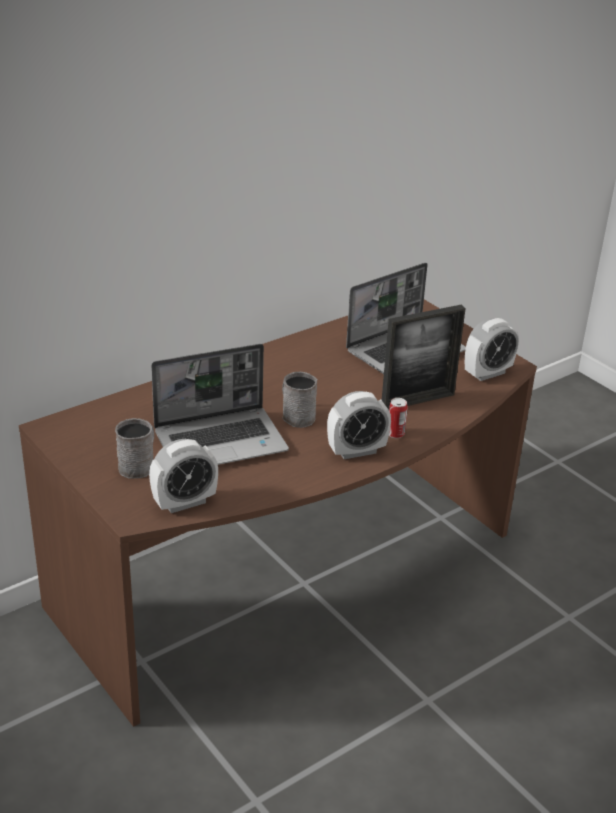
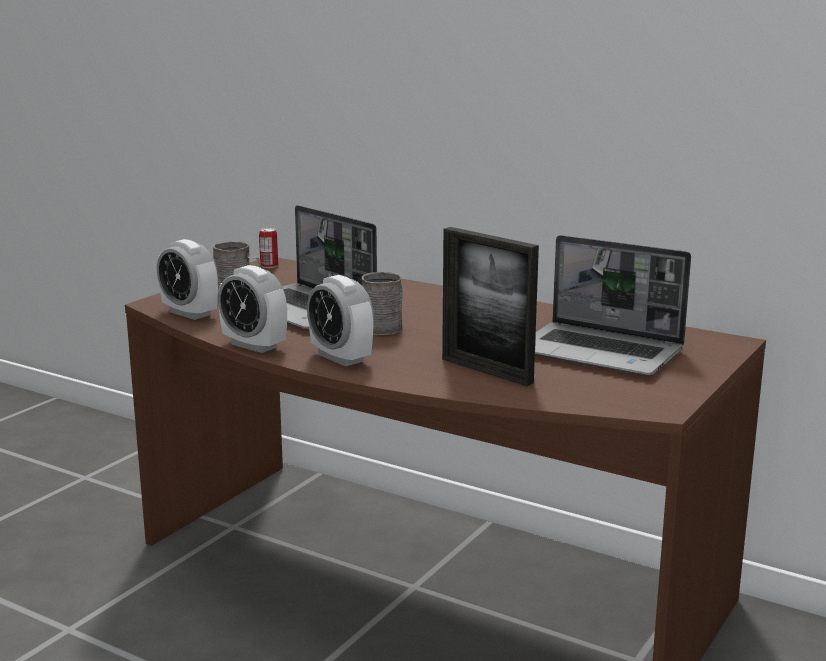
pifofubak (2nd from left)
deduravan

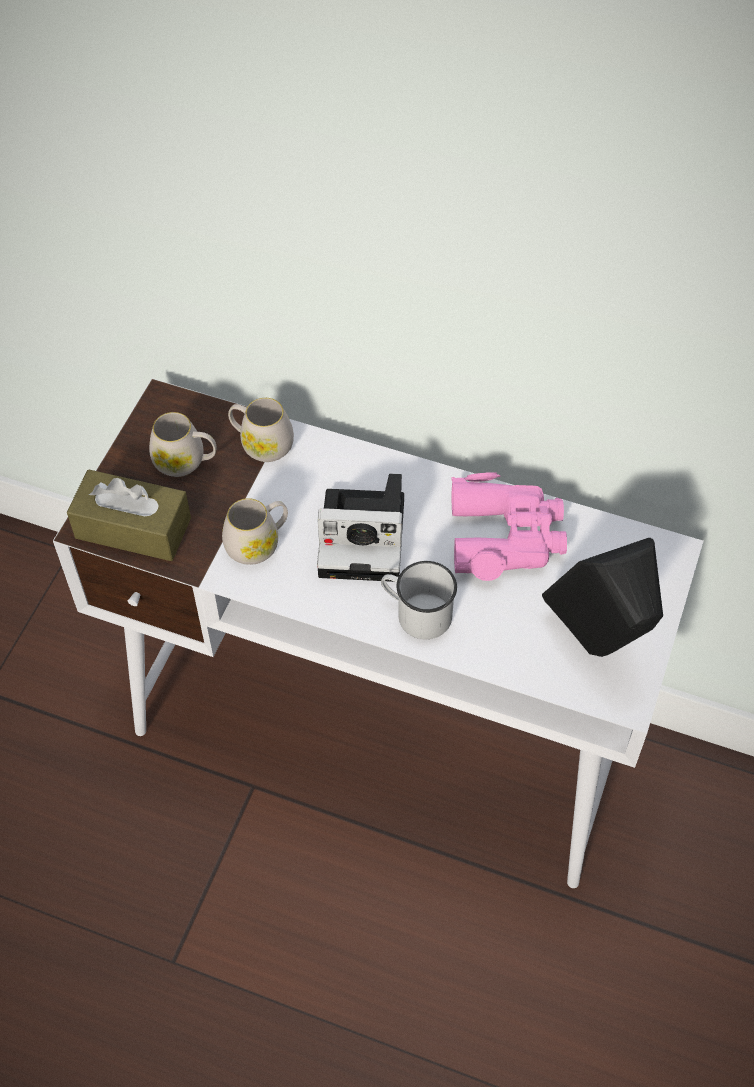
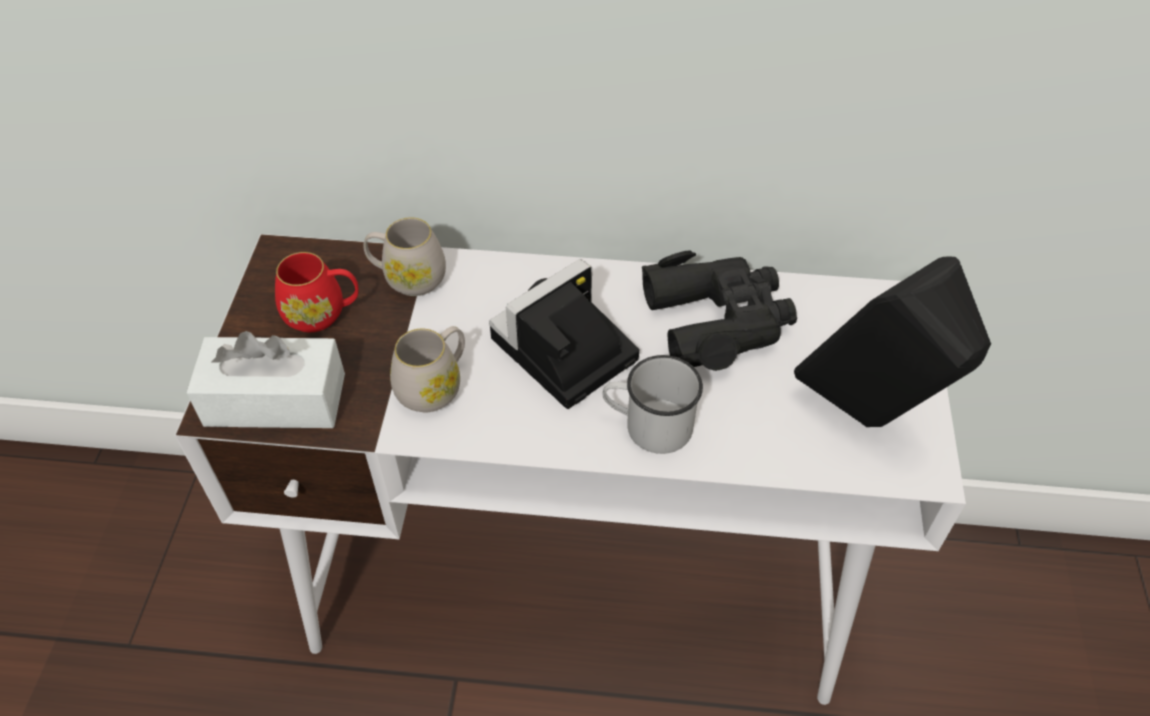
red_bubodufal
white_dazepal
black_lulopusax
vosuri

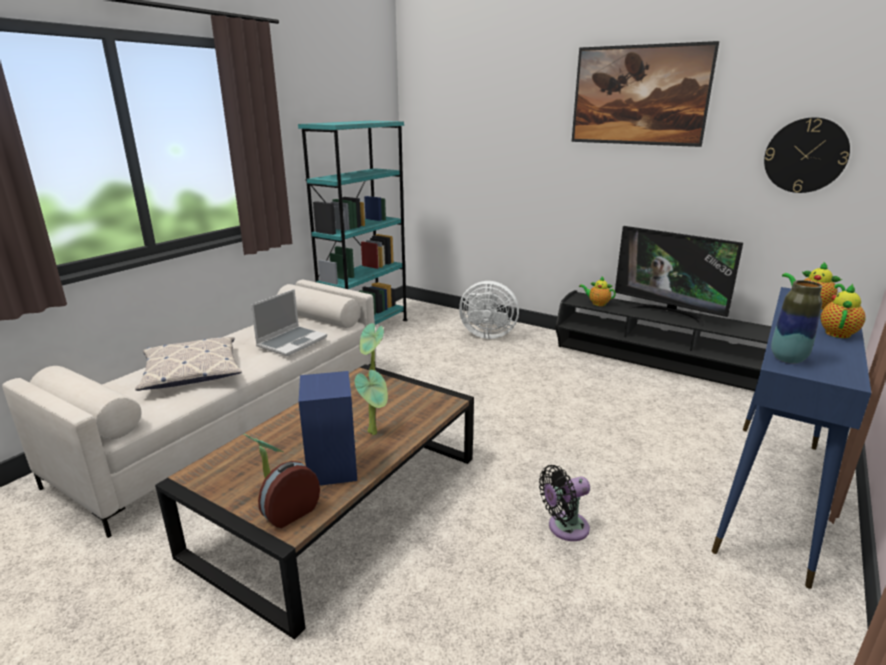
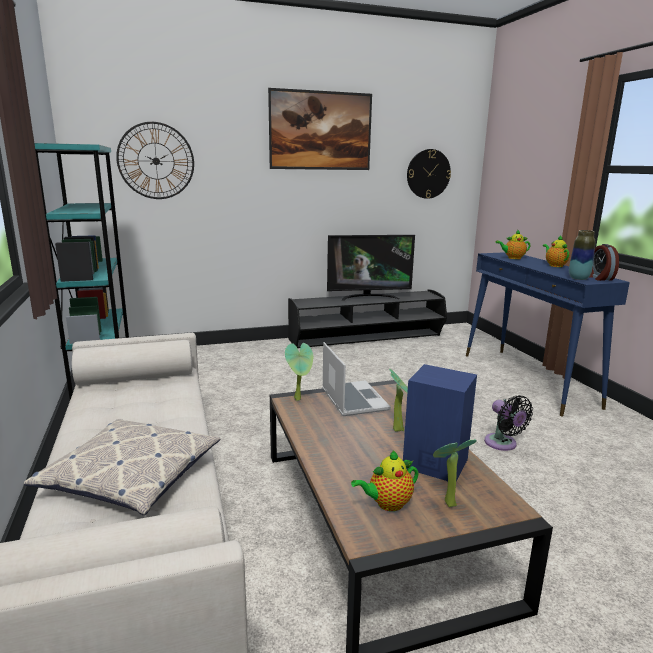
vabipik (1st from left)
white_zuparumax
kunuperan
pifofubak
black_zuparumax
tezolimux (1st from left)

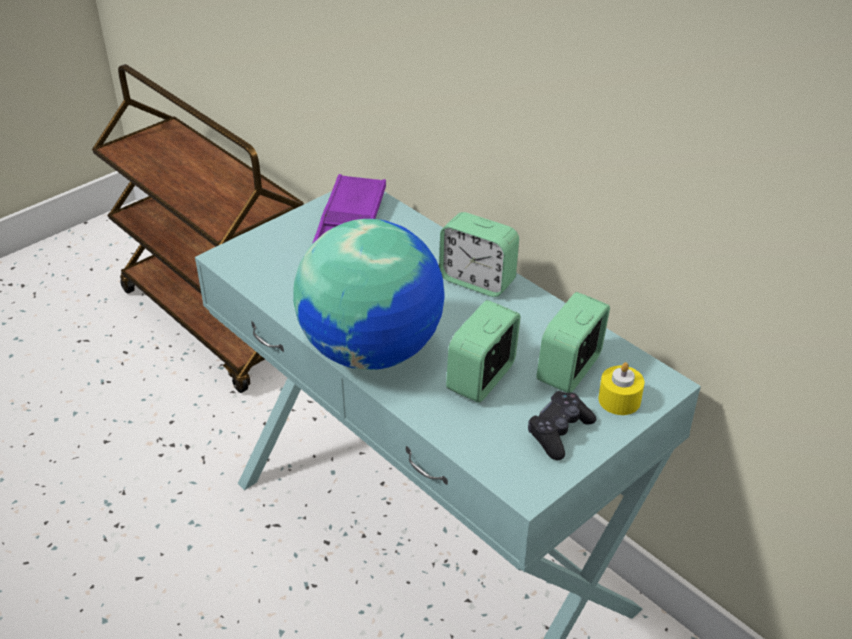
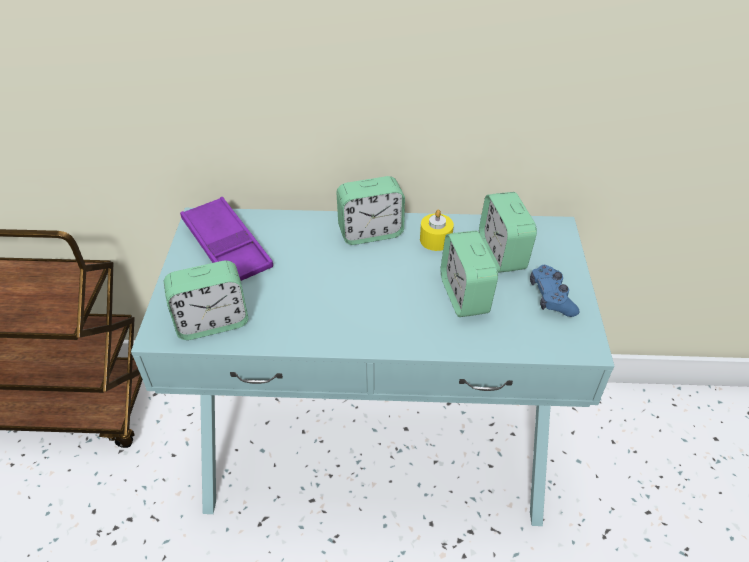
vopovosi
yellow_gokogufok
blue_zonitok
pifofubak (1st from left)

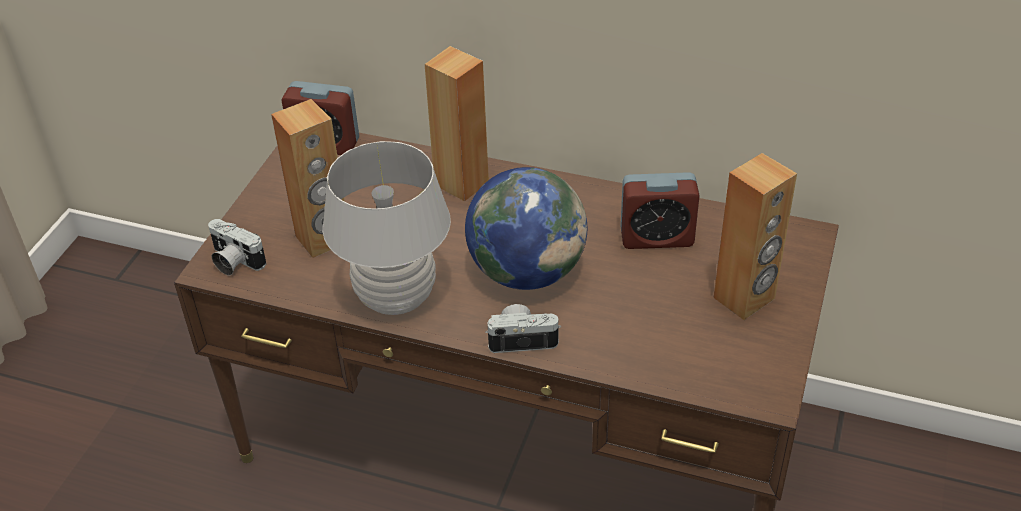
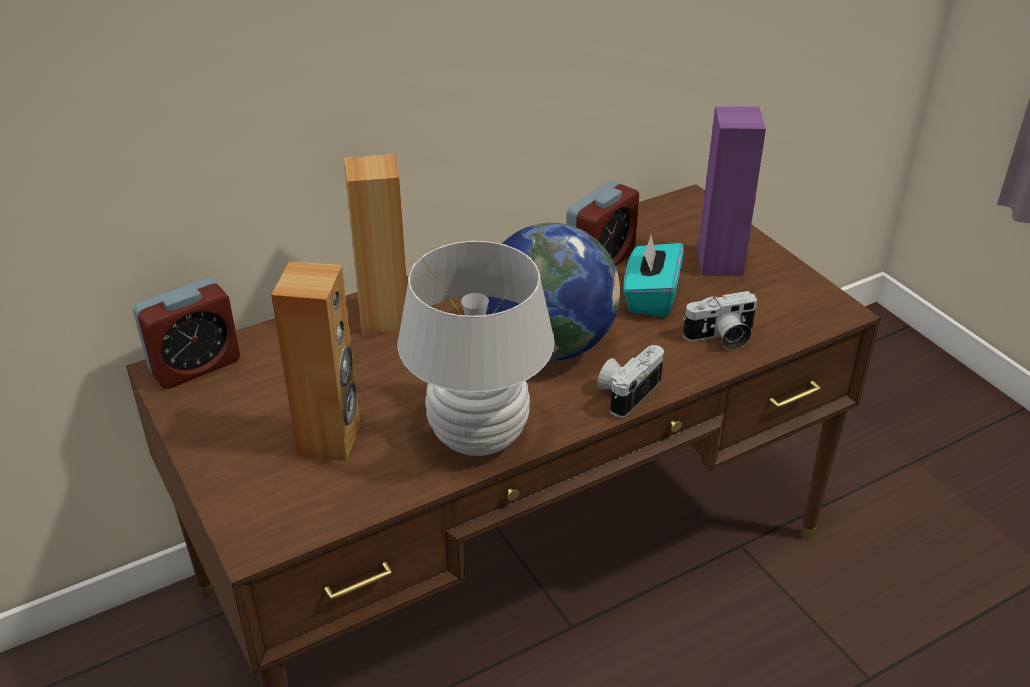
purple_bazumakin
vosuri (2nd from left)
turquoise_dazepal

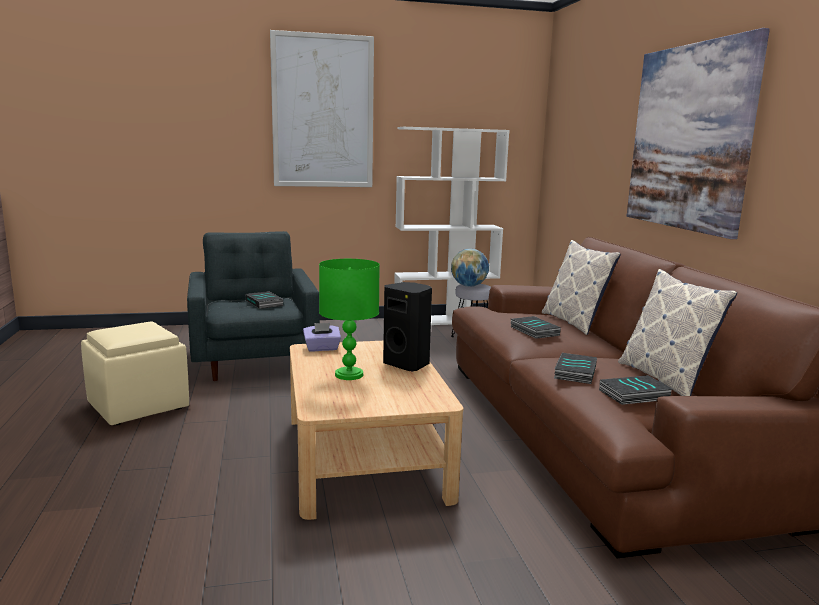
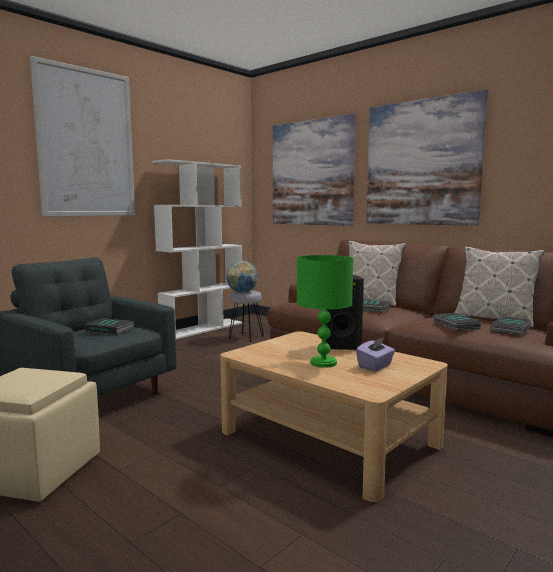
purple_dazepal
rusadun (2nd from left)

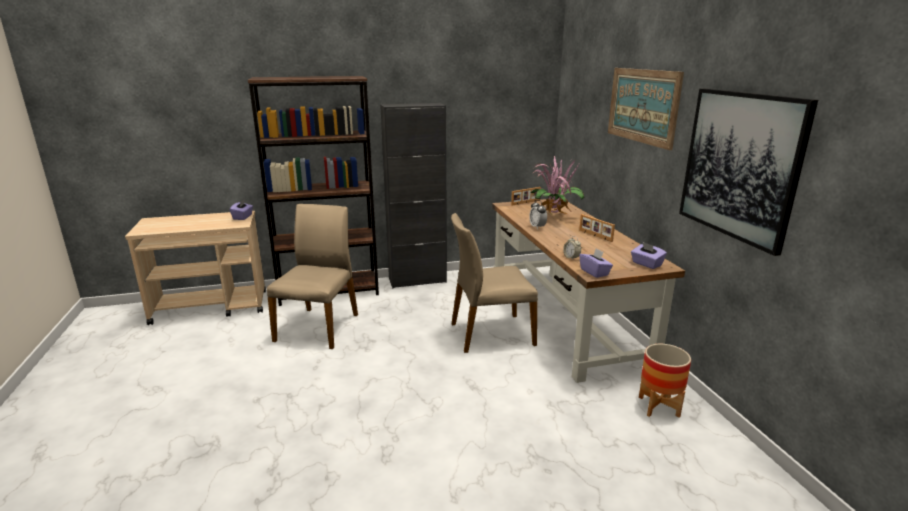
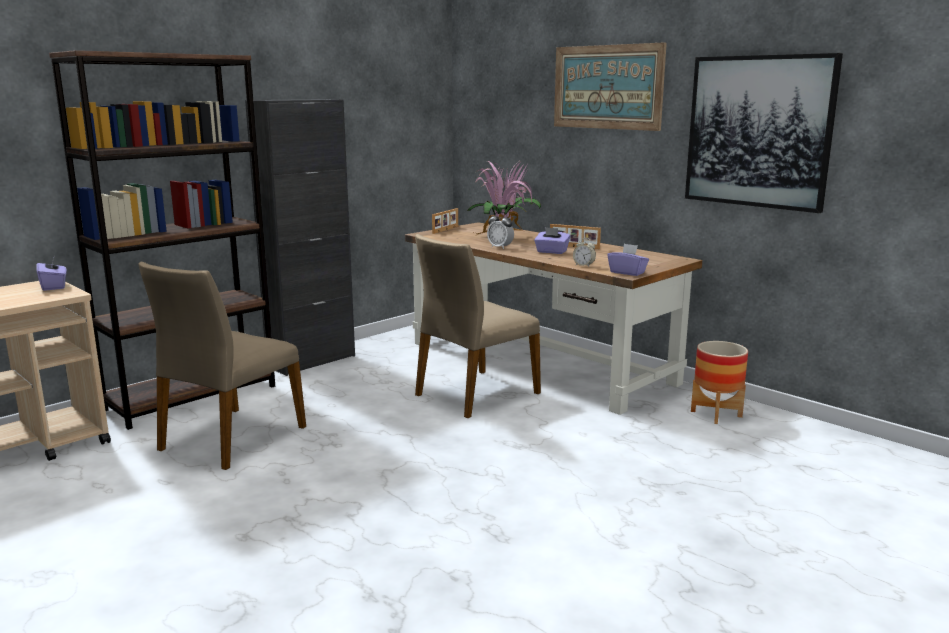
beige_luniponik (1st from left)
purple_dazepal (2nd from left)

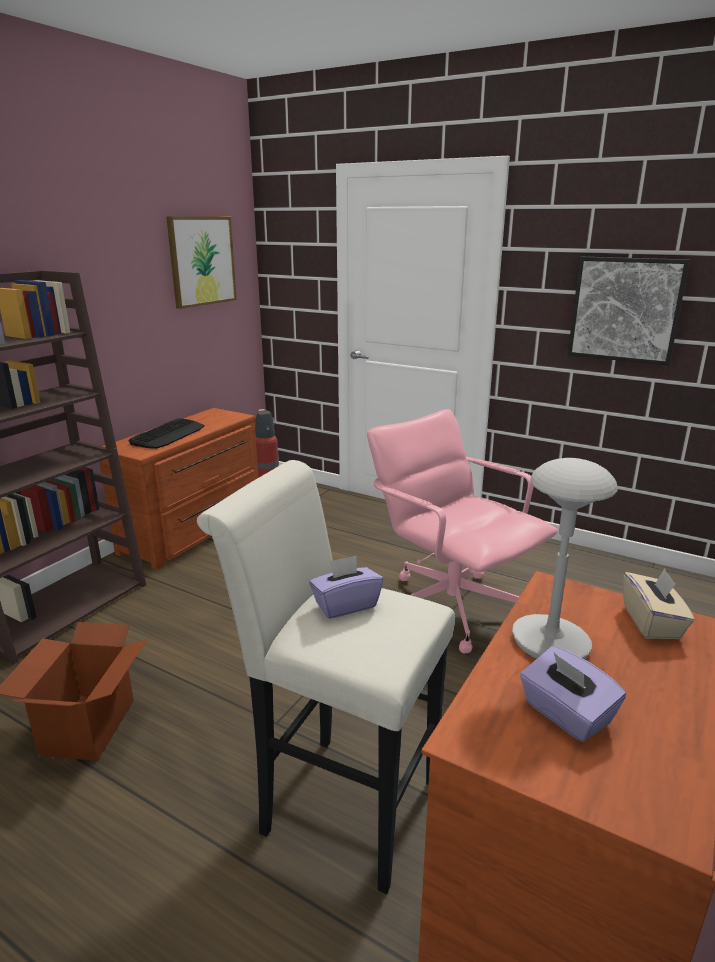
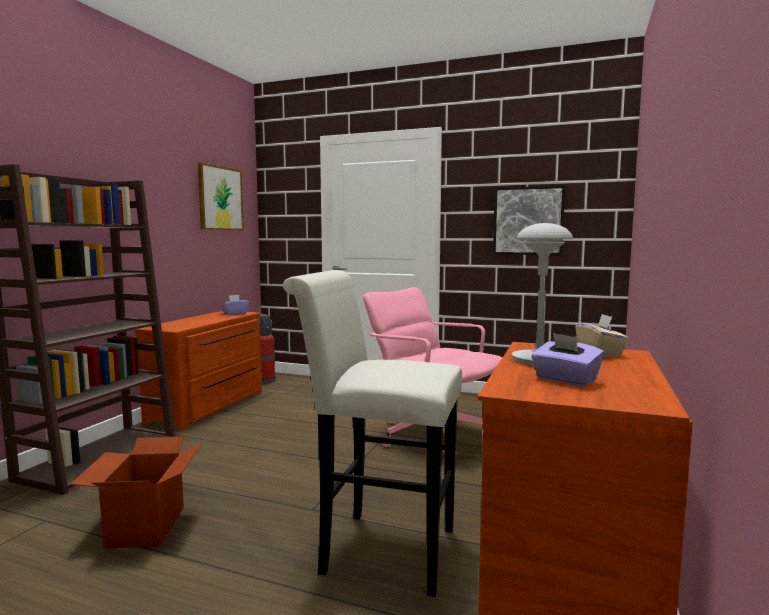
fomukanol
purple_dazepal (1st from left)

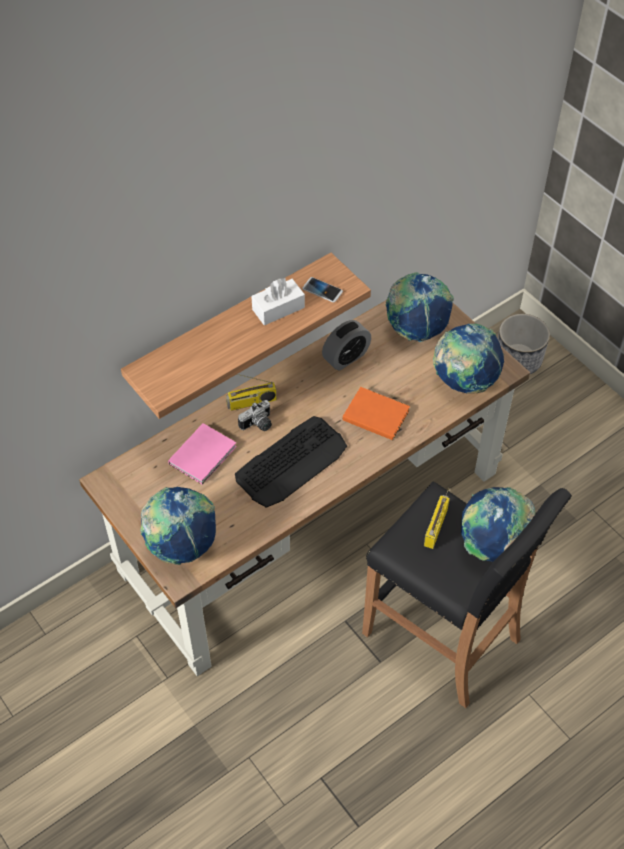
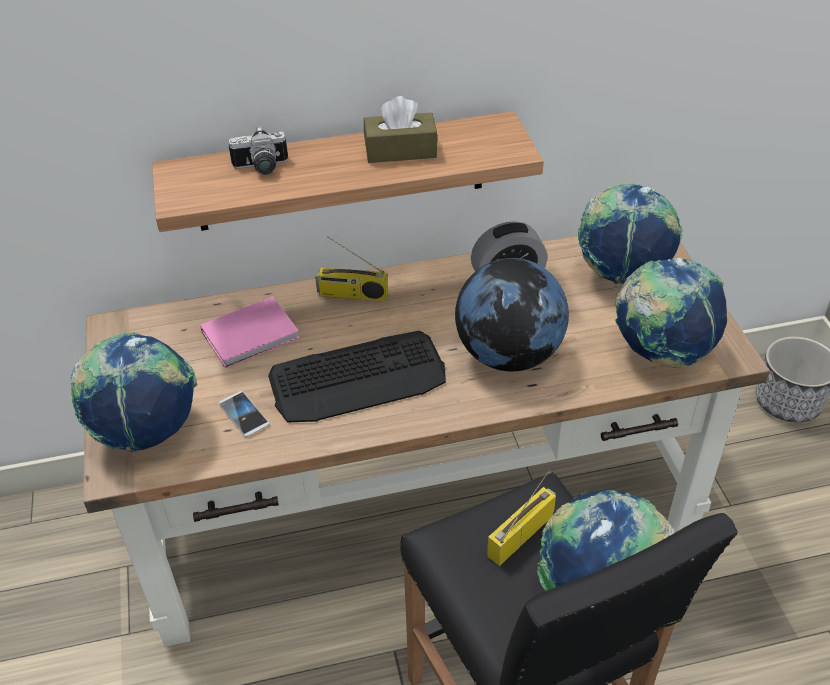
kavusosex
brown_dazepal
vopovosi (2nd from left)
vosuri

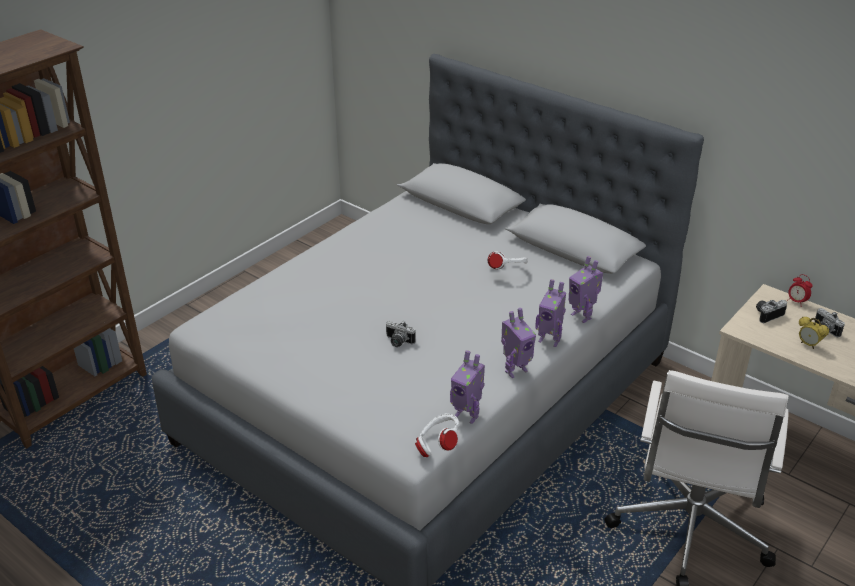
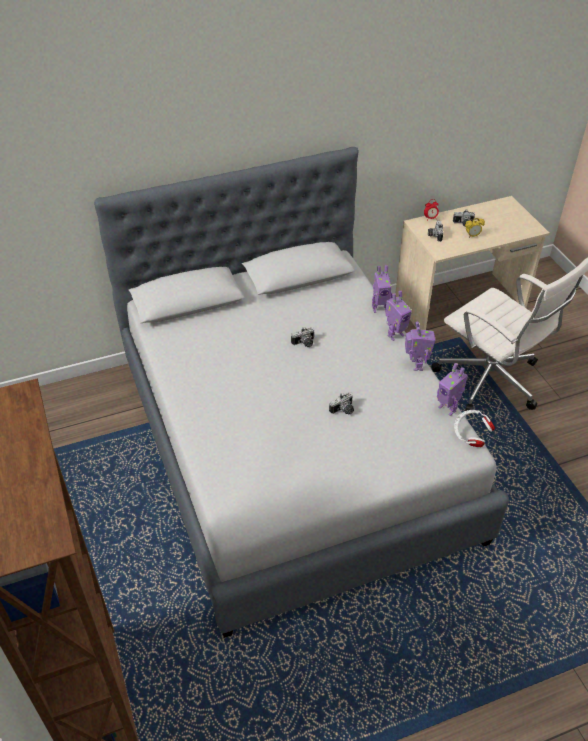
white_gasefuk (2nd from left in the first image)
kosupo (4th from left)
vosuri (1st from left)

